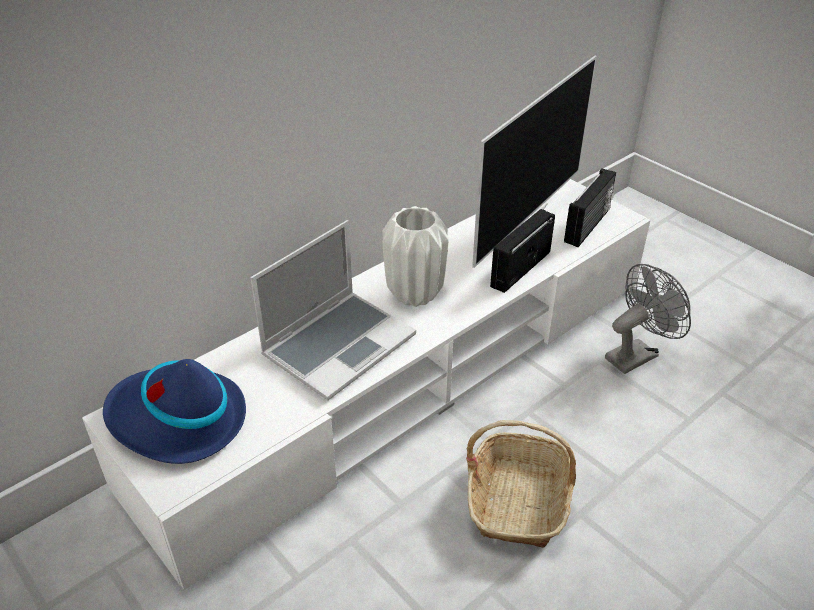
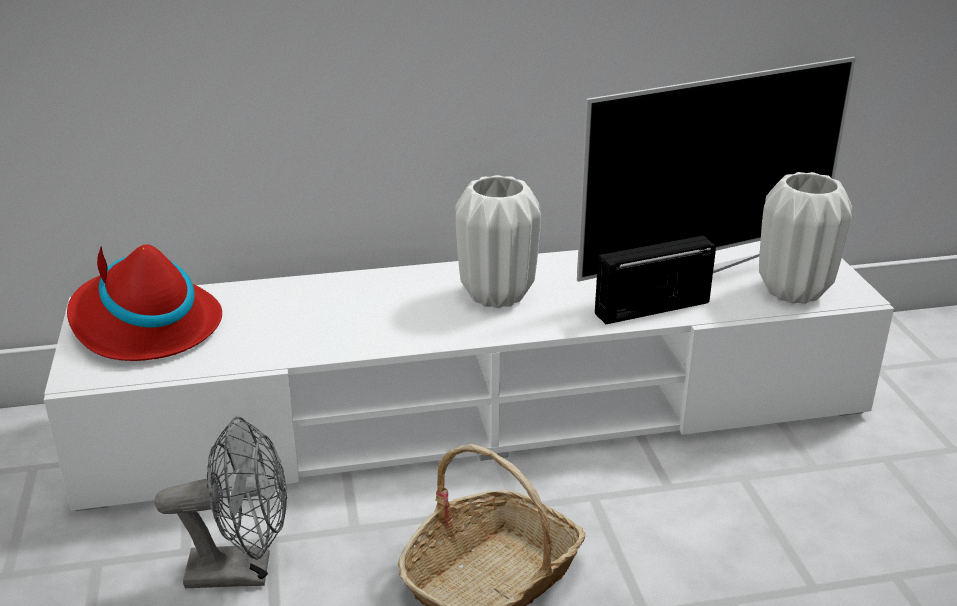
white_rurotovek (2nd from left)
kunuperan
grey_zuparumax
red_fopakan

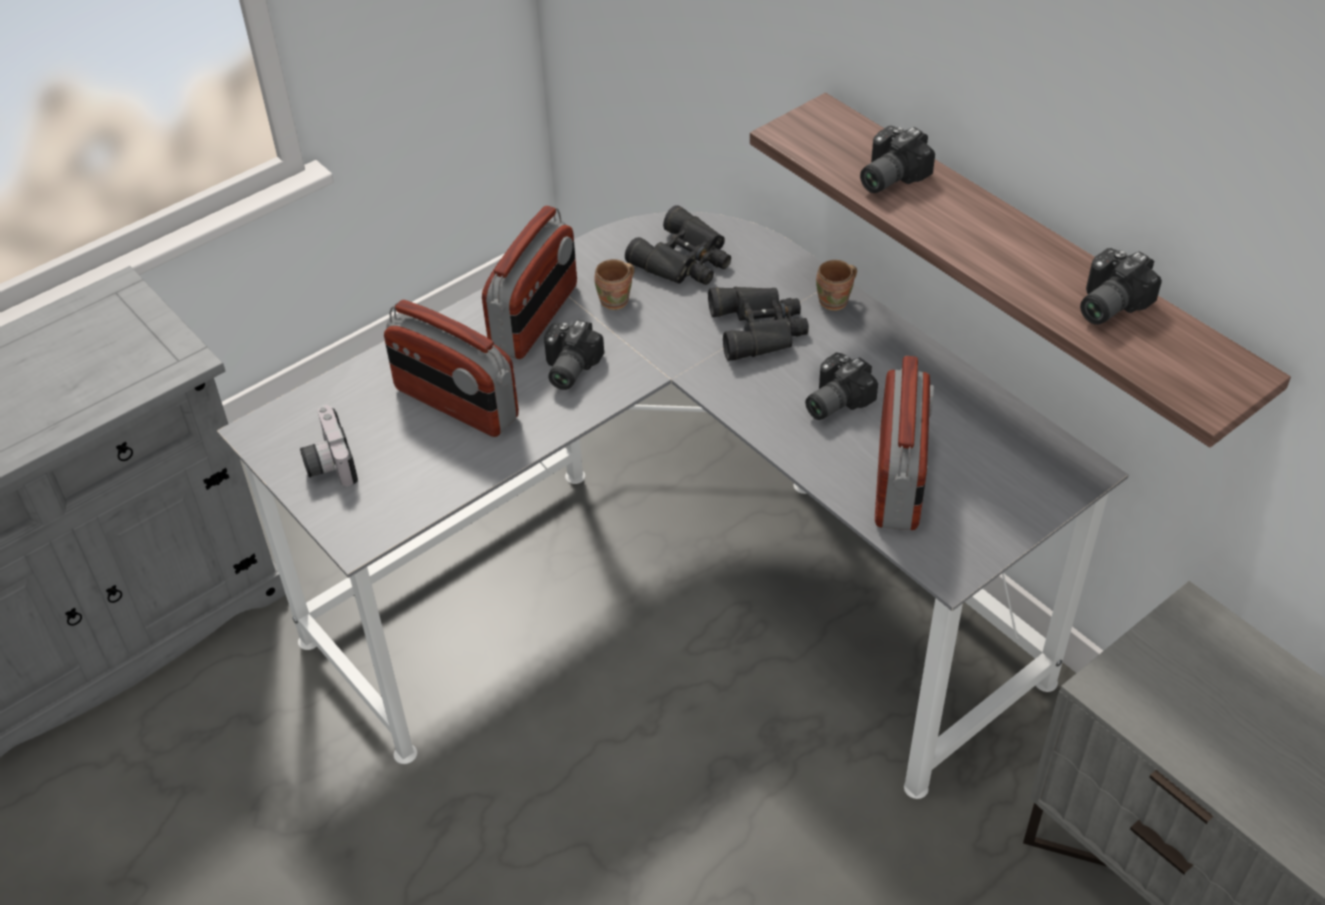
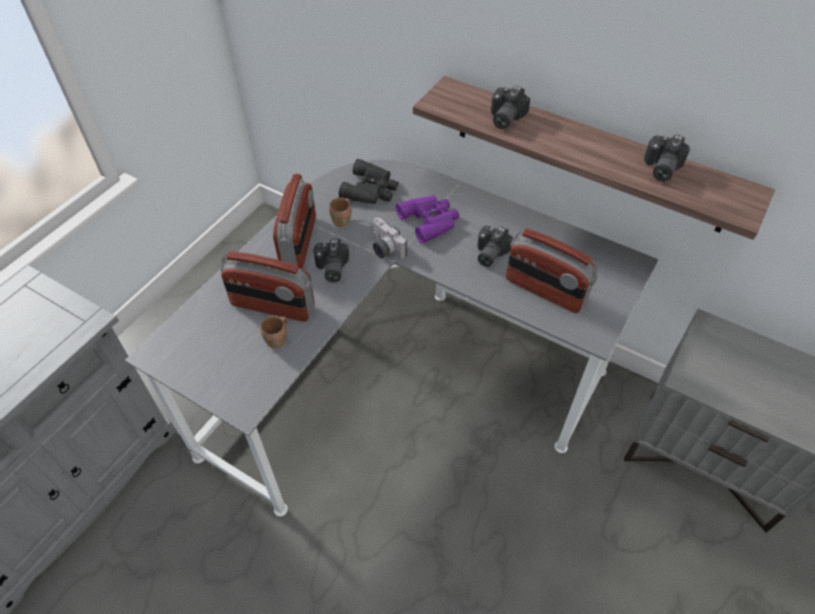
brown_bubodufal (1st from left)
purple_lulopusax
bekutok (3rd from left)
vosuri (2nd from left)

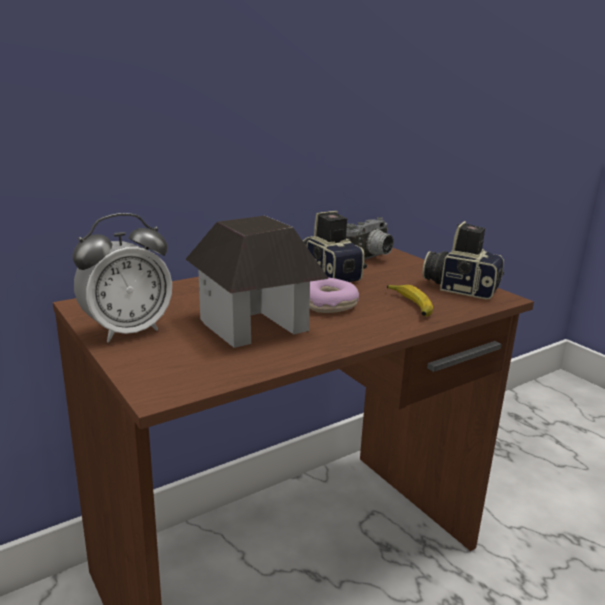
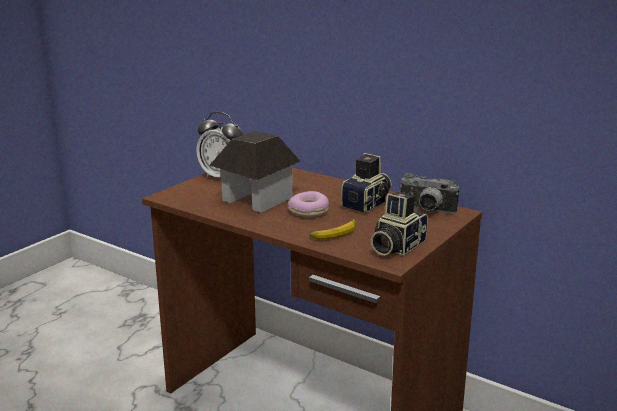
vosuri (2nd from left)

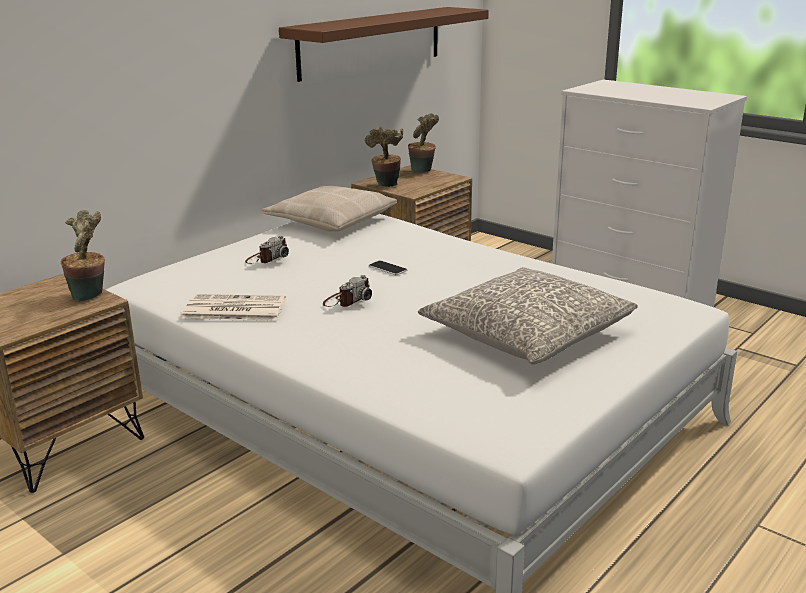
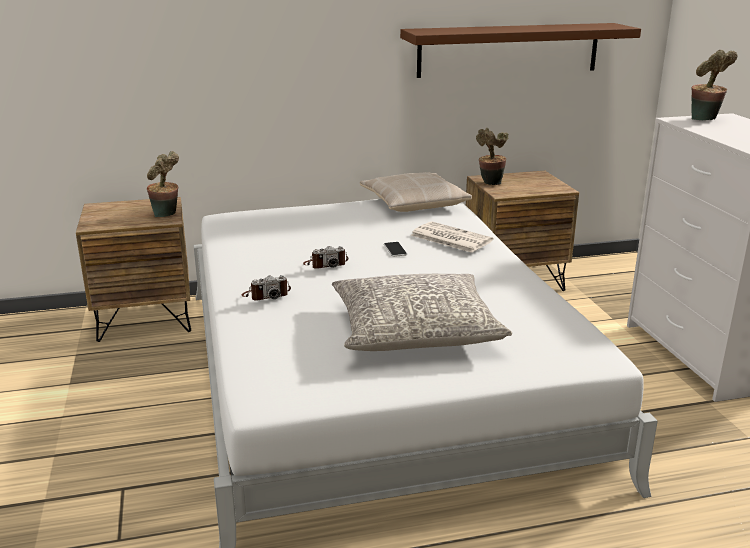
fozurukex (3rd from left)
vosuri (1st from left)
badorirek

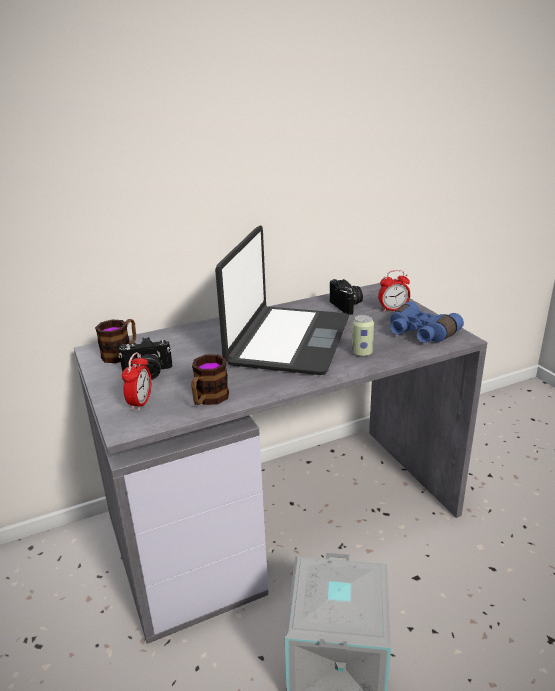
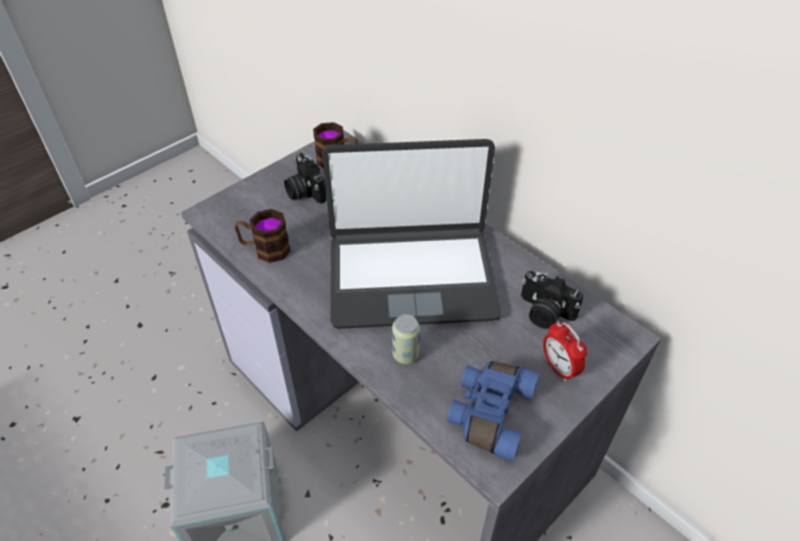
vosuri (2nd from left)
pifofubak (1st from left in the first image)

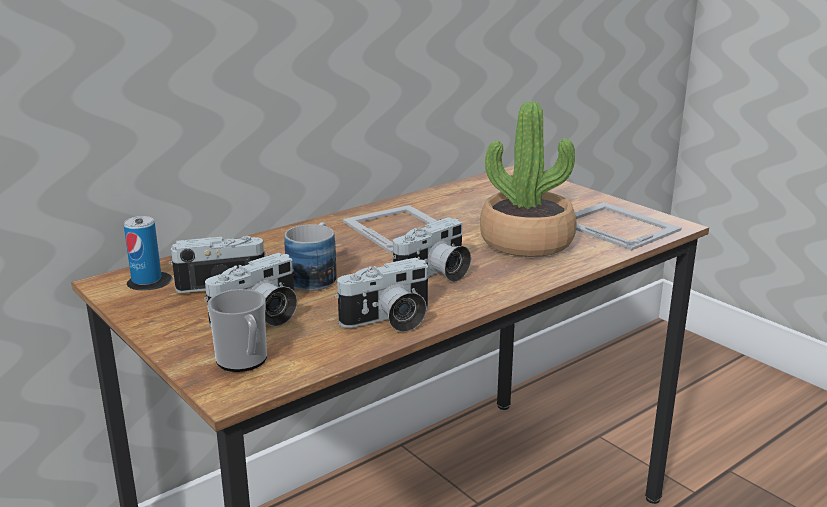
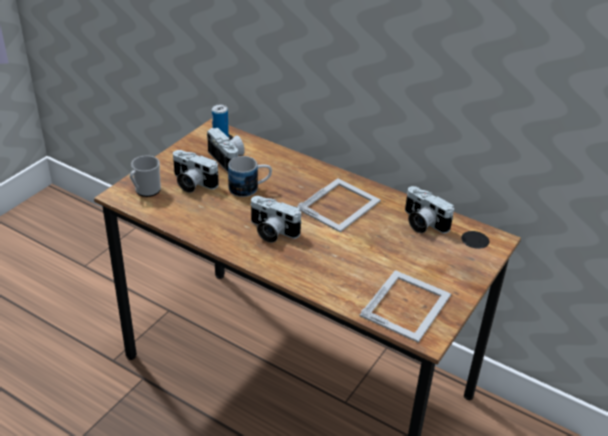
fozurukex
vosuri (4th from left)

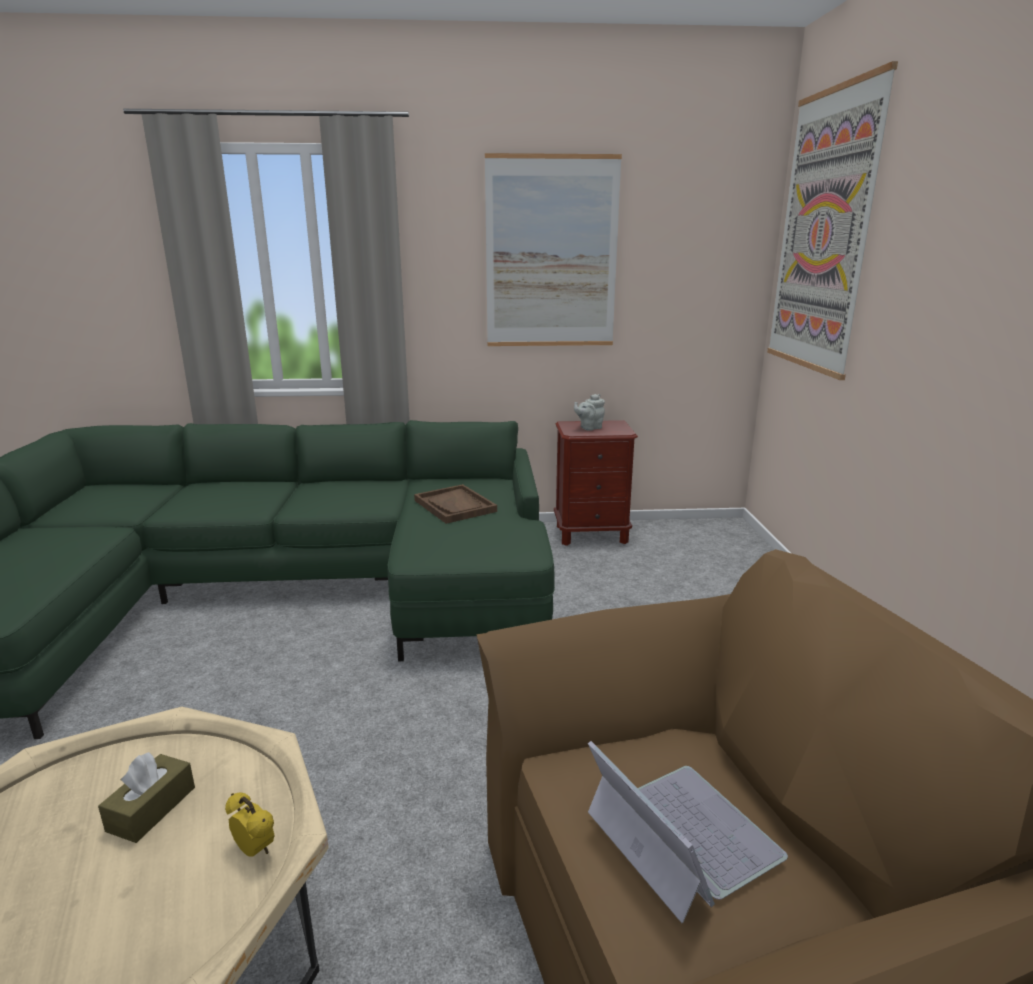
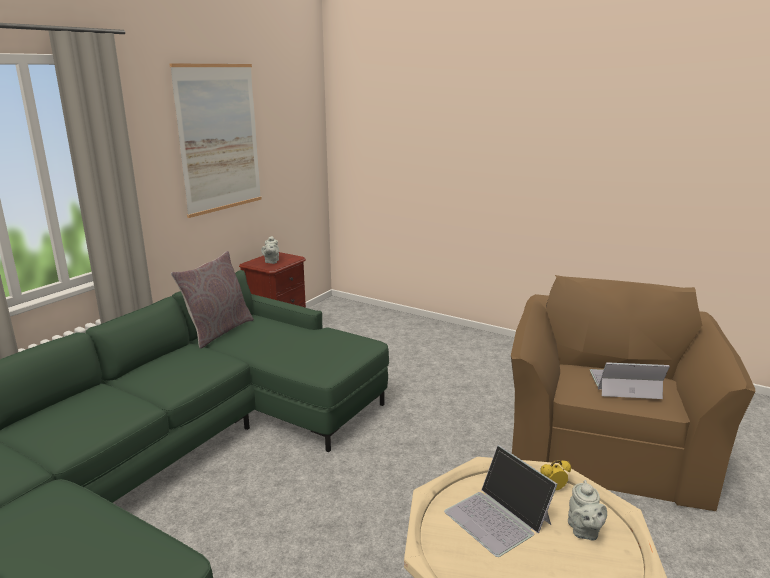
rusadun (2nd from left in the first image)
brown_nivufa
kunuperan (1st from left)
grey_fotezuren
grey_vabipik (2nd from left)

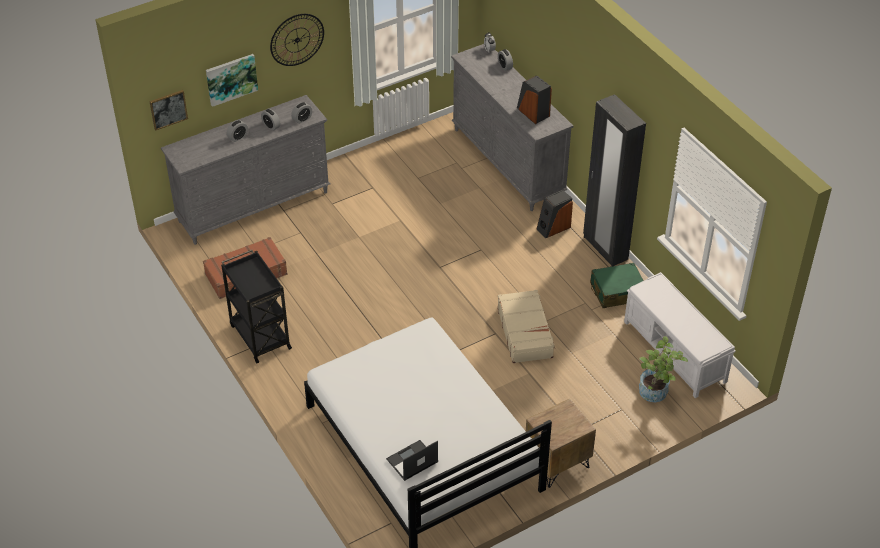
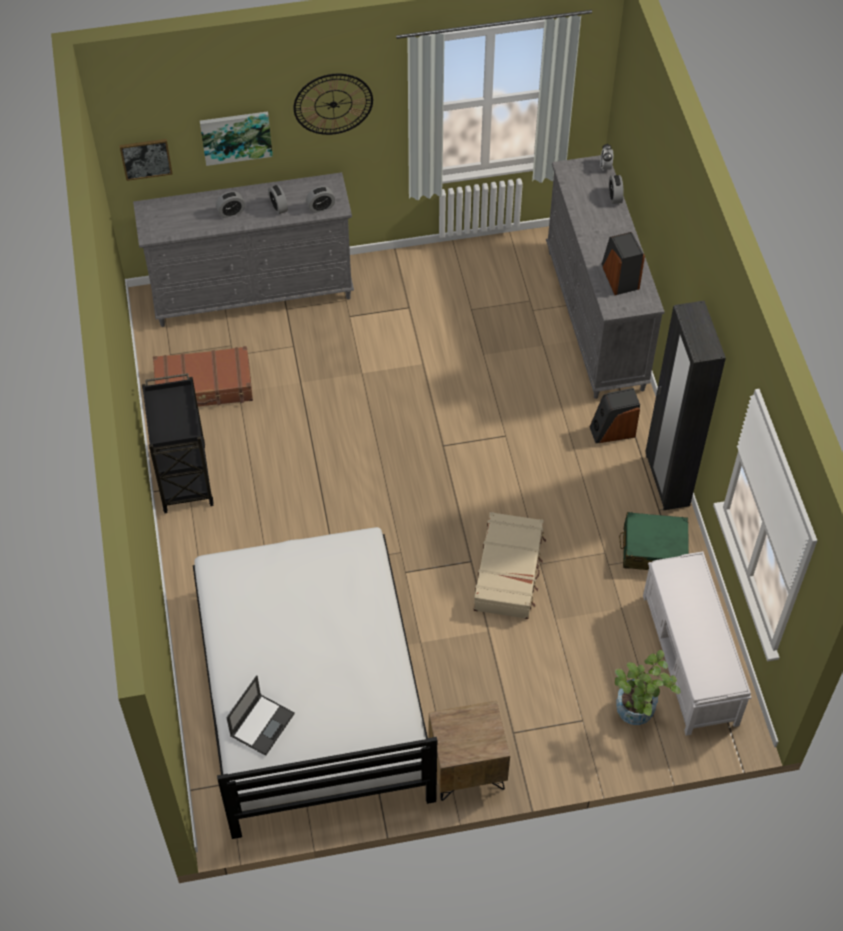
kunuperan

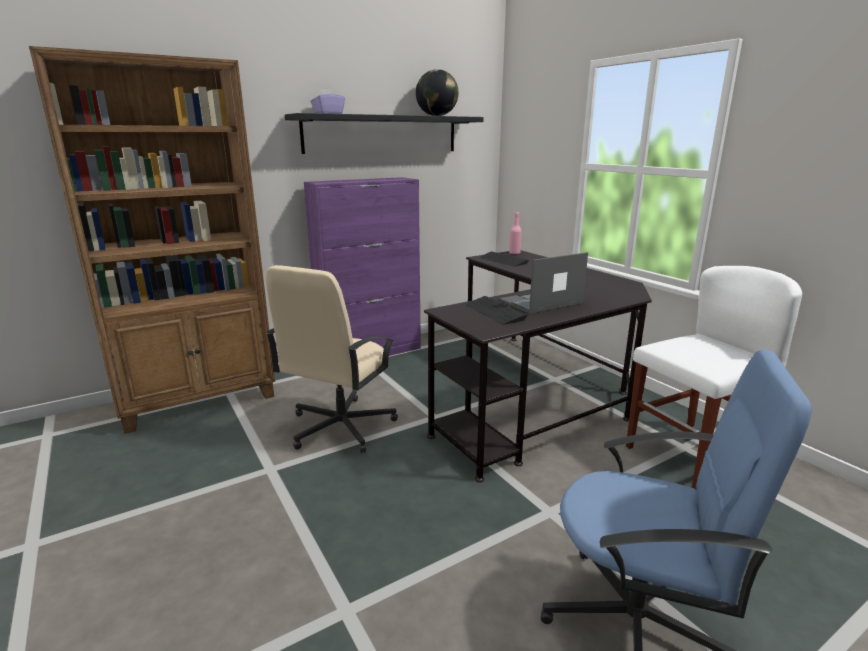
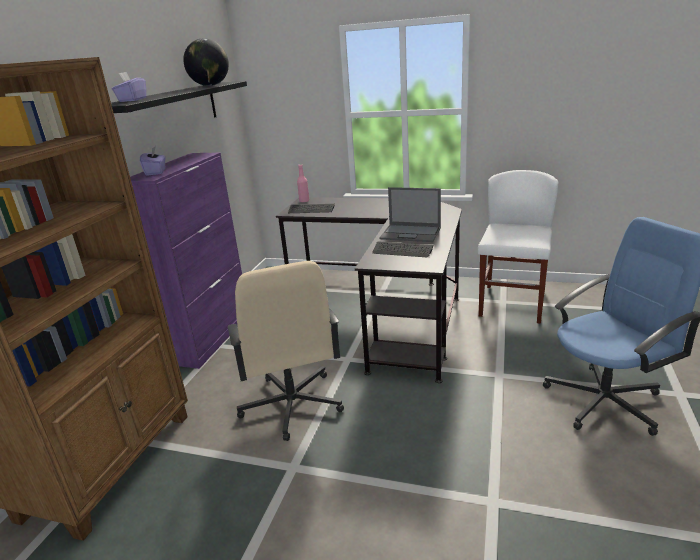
kunuperan
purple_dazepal (2nd from left)

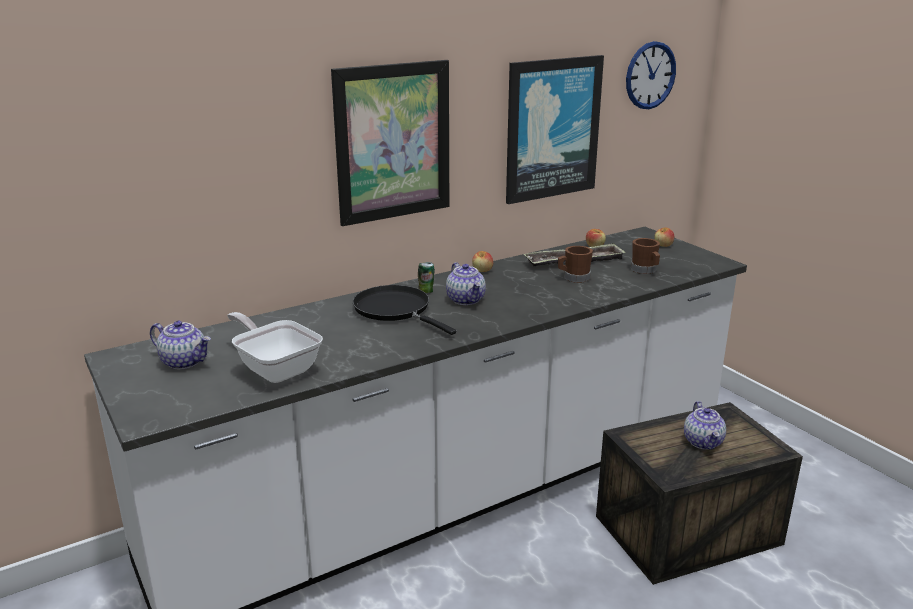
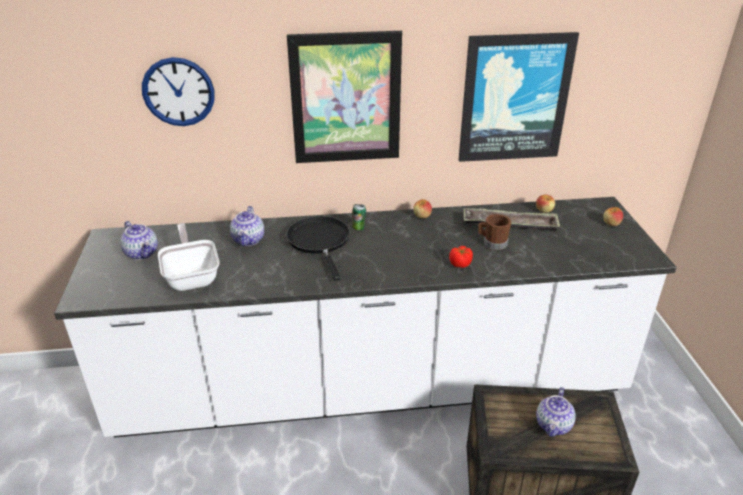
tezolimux
brown_bubodufal (2nd from left in the first image)
vabipik (2nd from left)
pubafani

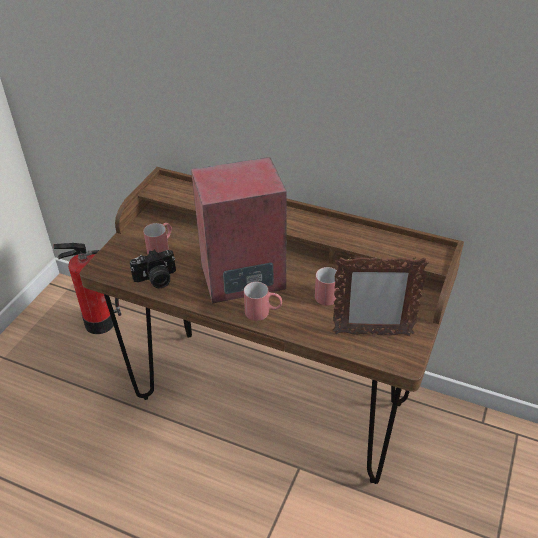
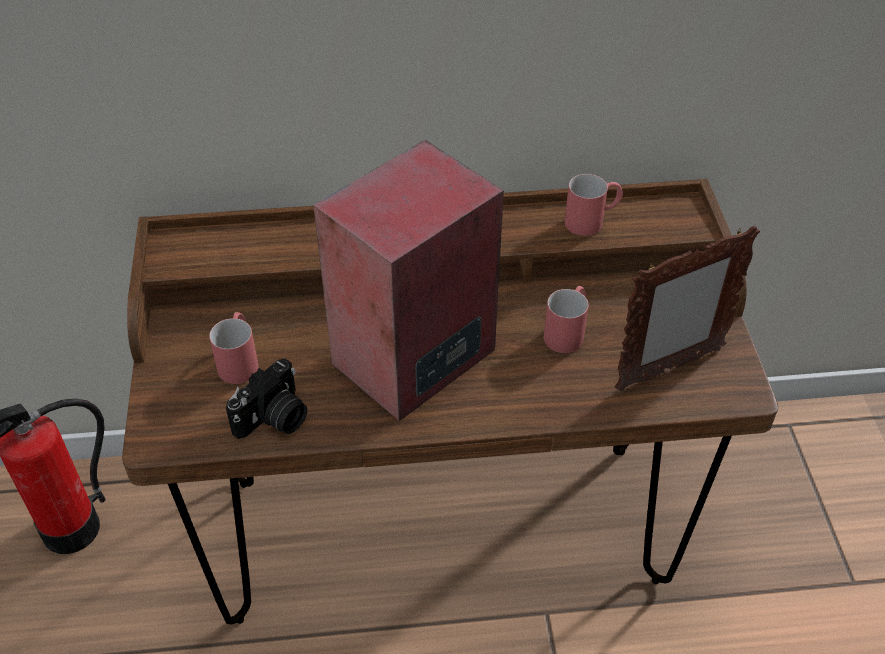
red_bubodufal (3rd from left)

